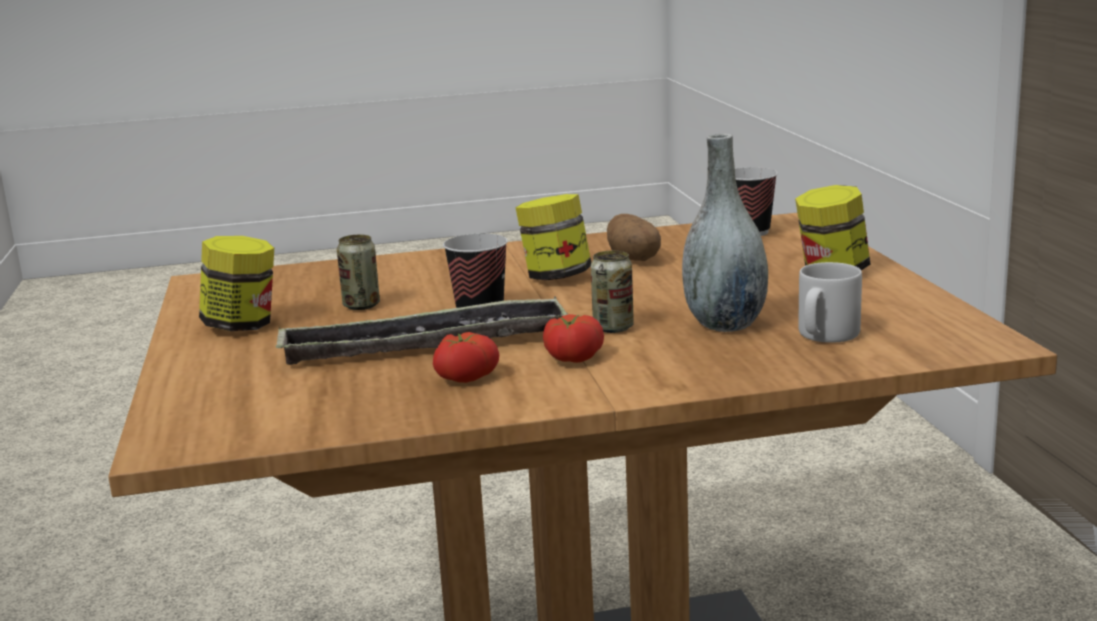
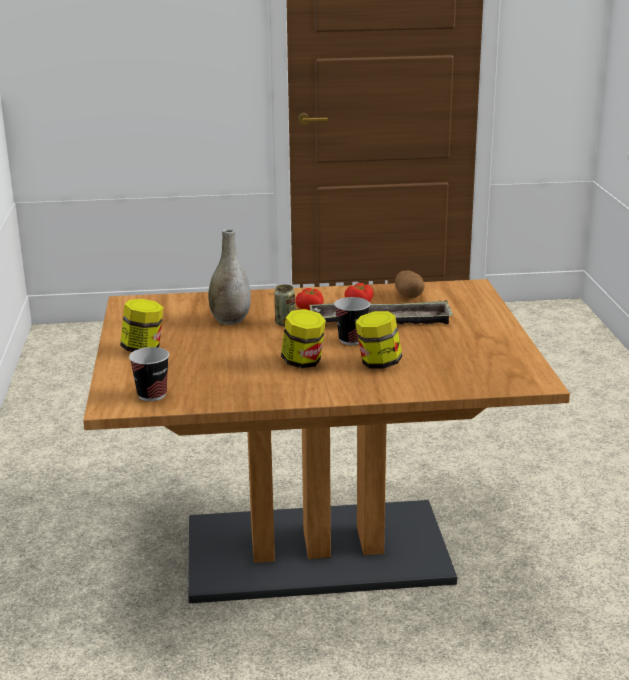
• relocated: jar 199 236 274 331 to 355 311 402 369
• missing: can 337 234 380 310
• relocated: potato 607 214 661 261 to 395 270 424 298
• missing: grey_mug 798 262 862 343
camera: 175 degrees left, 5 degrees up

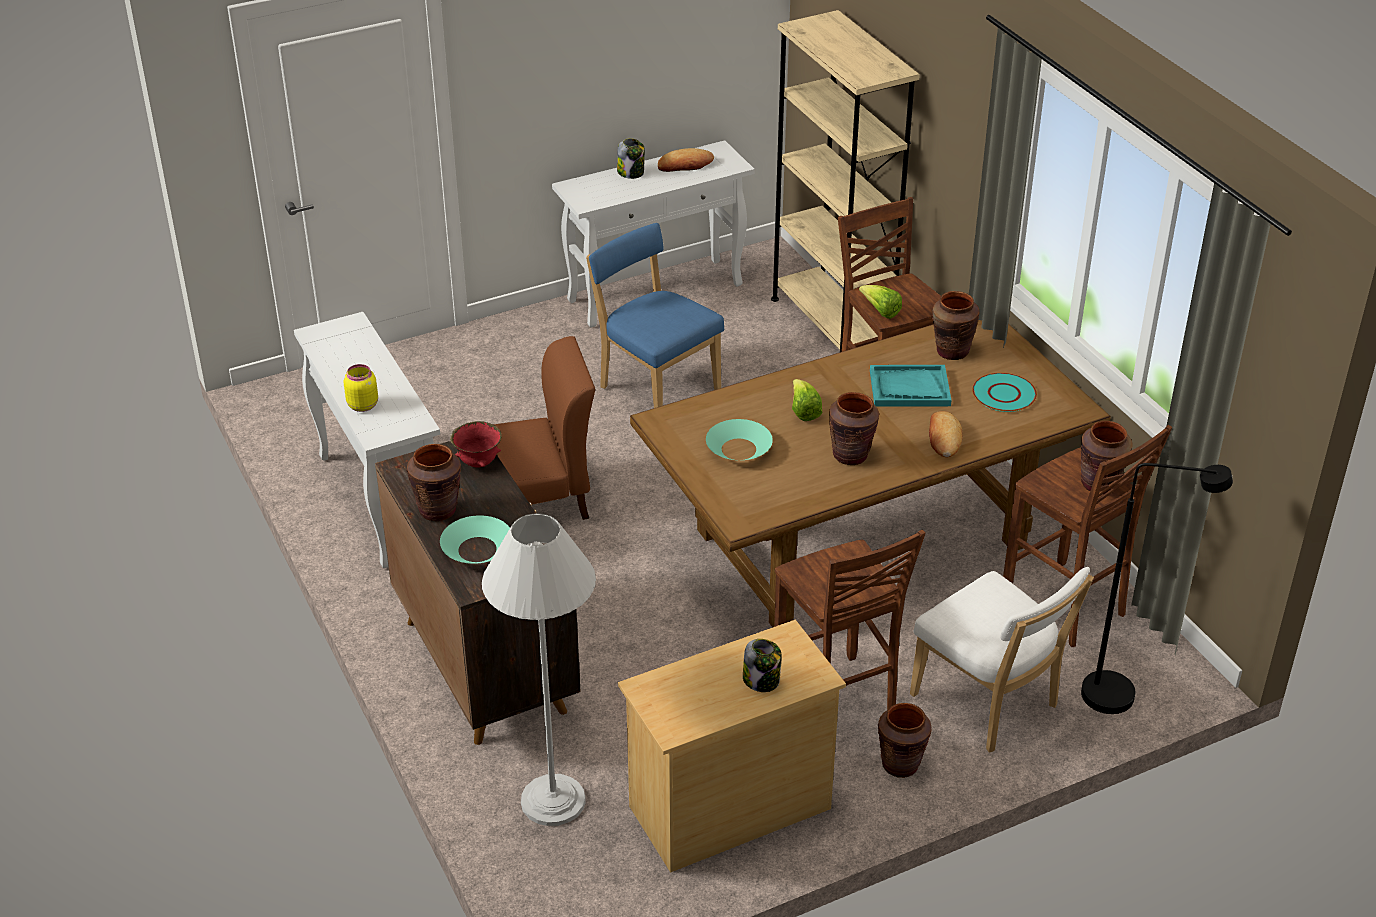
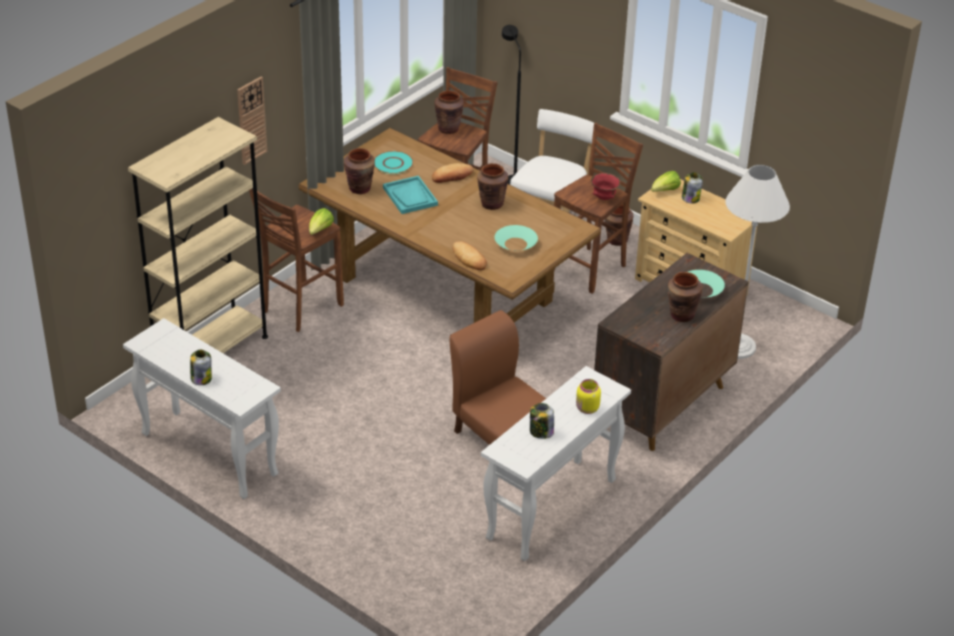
• relocated: red_bowl 450 421 502 468 to 591 173 620 200
• missing: blue_chair 586 223 724 408
• relocated: bread 658 148 714 172 to 452 241 487 270
• relocated: lettuce 792 379 823 421 to 651 171 681 192
• appeared: wall_clock 237 77 267 165
• appeared: jar 530 403 554 439
camera: 115 degrees left, 0 degrees up

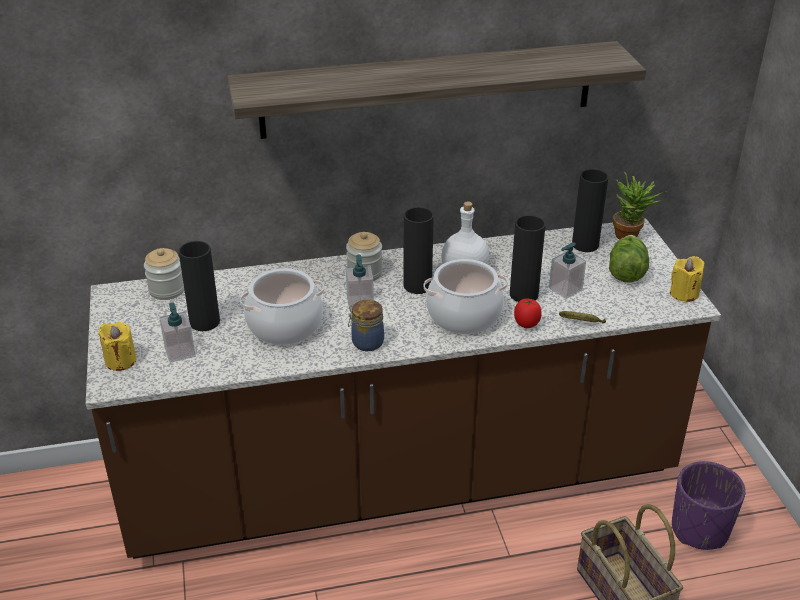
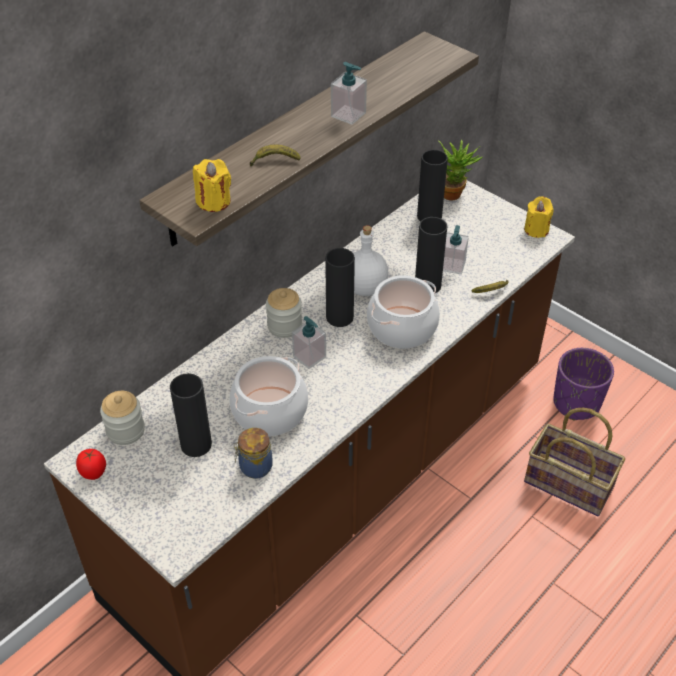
• relocated: yellow_candle 98 322 137 371 to 193 159 231 212
• relocated: soap_dispenser 160 302 196 363 to 331 62 367 125
• relocated: jar 348 300 384 351 to 234 428 272 478
• relocated: tomato 514 298 541 328 to 76 449 106 480
• missing: lettuce 609 235 649 283
• appeared: banana 250 144 301 166
camera: 35 degrees left, 10 degrees up

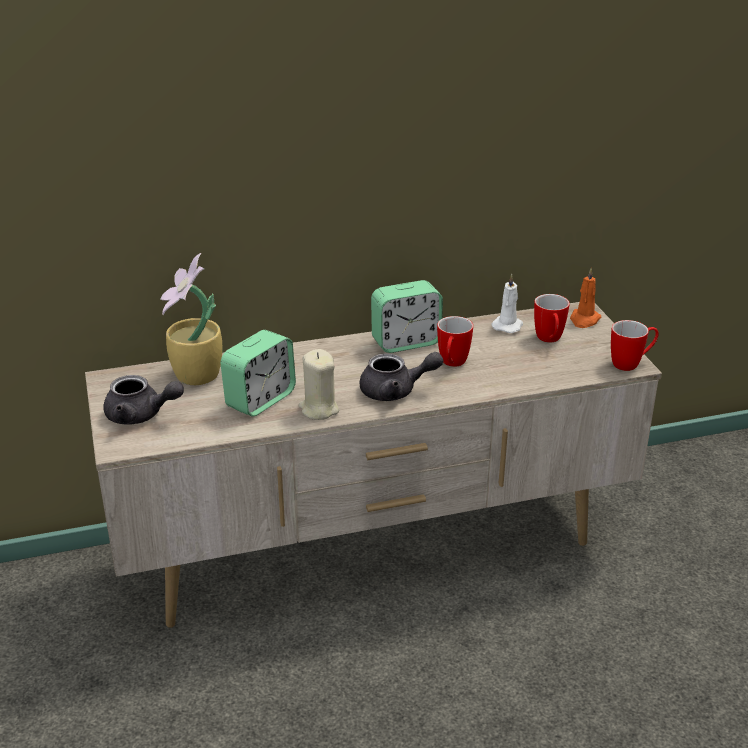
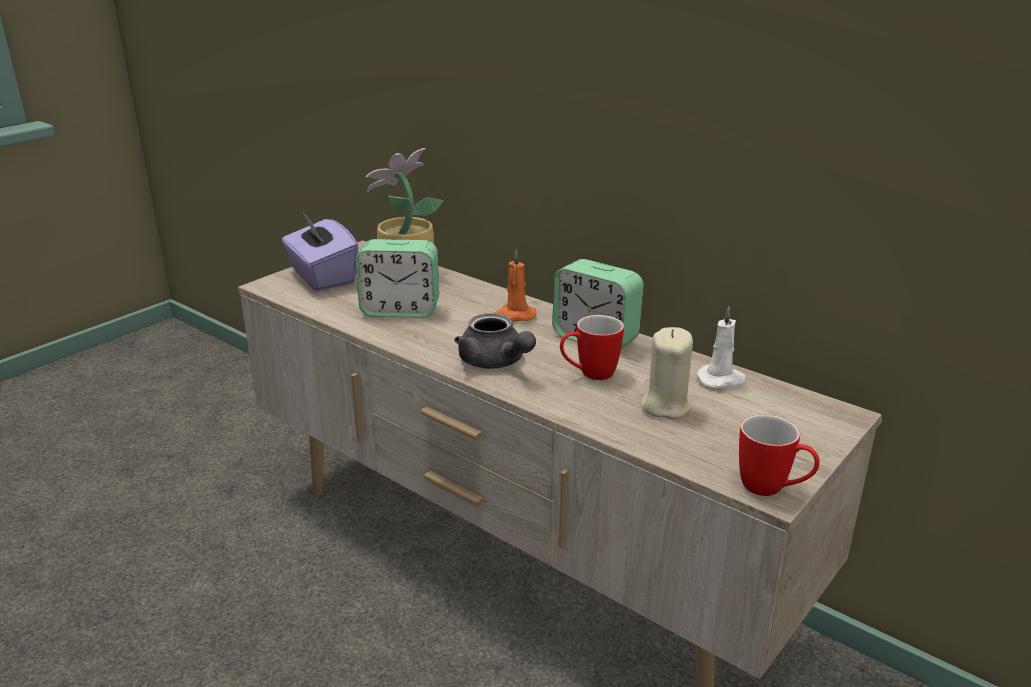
• exchanged: grey_teapot 103 375 184 425 to purple_tissue_box 282 214 359 291
• relocated: beige_candle 298 349 339 420 to 641 327 693 419
• missing: mug 534 294 570 342
• relocated: orange_candle 570 268 602 328 to 495 249 536 322
camera: 55 degrees right, 5 degrees down

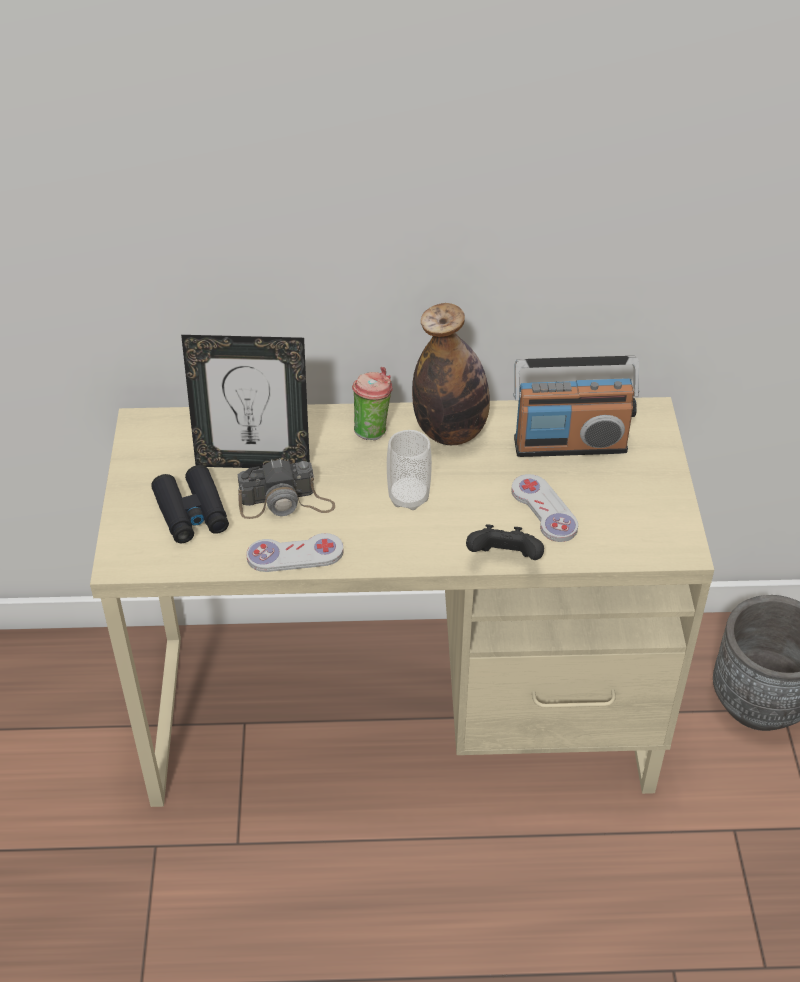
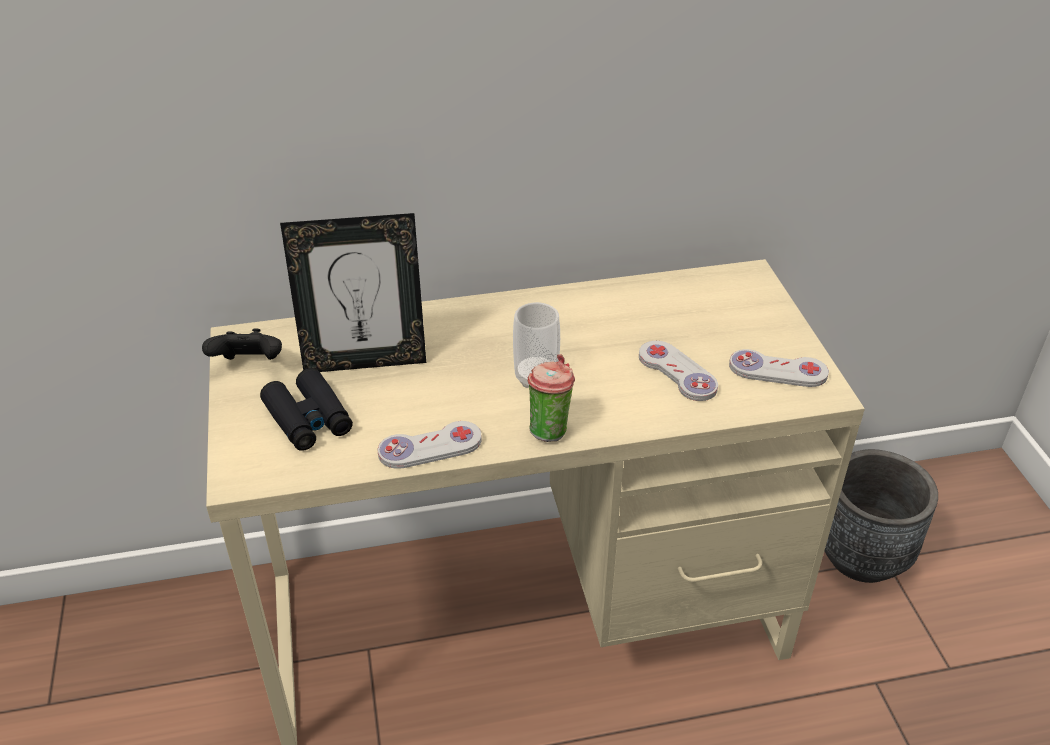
• missing: photo_camera 238 458 335 519
• relocated: cup 352 367 393 440 to 527 354 575 442
• missing: bottle 412 303 490 445
• relocated: black_game_controller 466 524 544 560 to 202 328 282 360
• missing: radio 514 356 639 457
• appeared: white_game_controller 729 349 829 387
camera: 10 degrees left, 5 degrees down

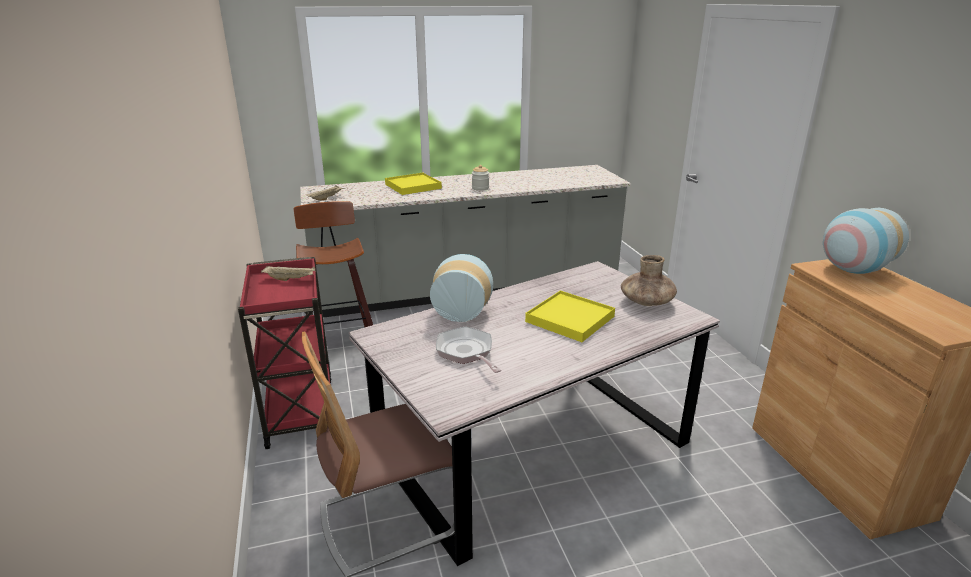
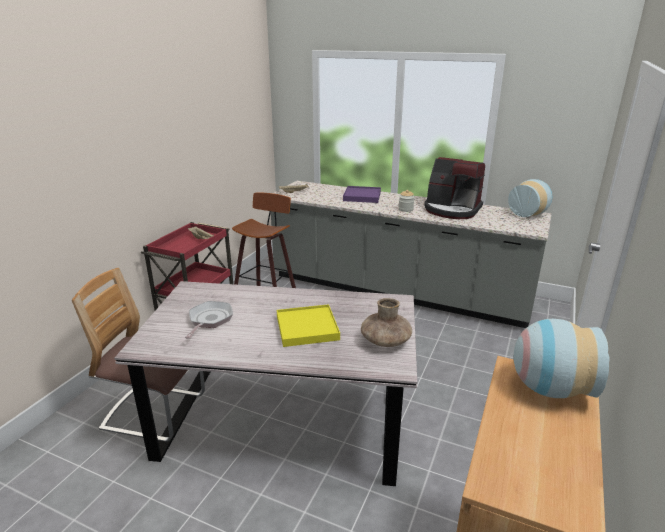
• colour: yellow_tray 385 173 442 195 to purple_tray 343 186 381 203
• relocated: vase 430 254 493 322 to 508 179 552 217
• appeared: coffee_machine 424 157 485 219
camera: 40 degrees right, 0 degrees up

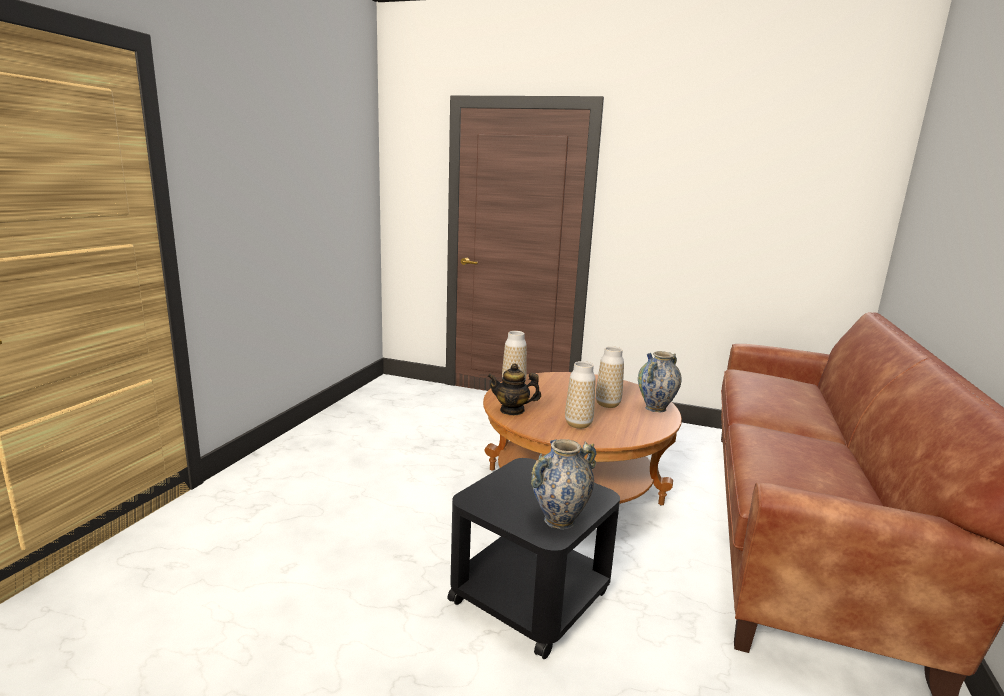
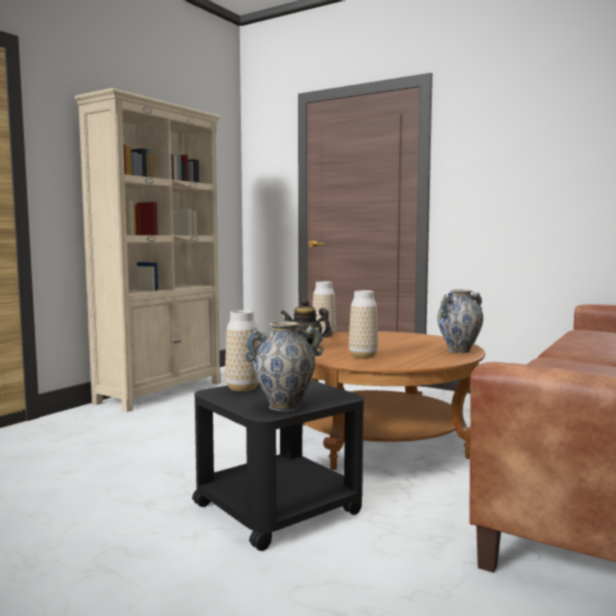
• relocated: vase 596 346 624 408 to 225 310 259 392
• appeared: beige_bookcase 74 88 221 412
camera: 15 degrees right, 10 degrees down

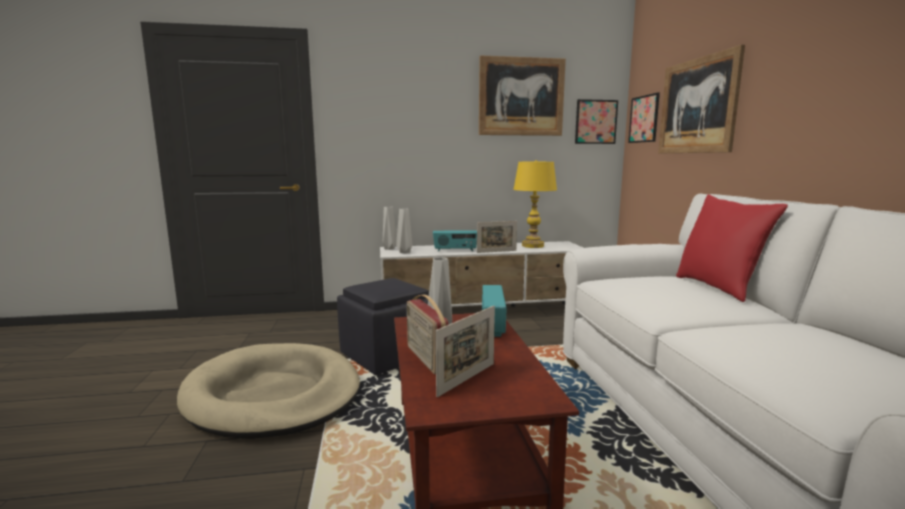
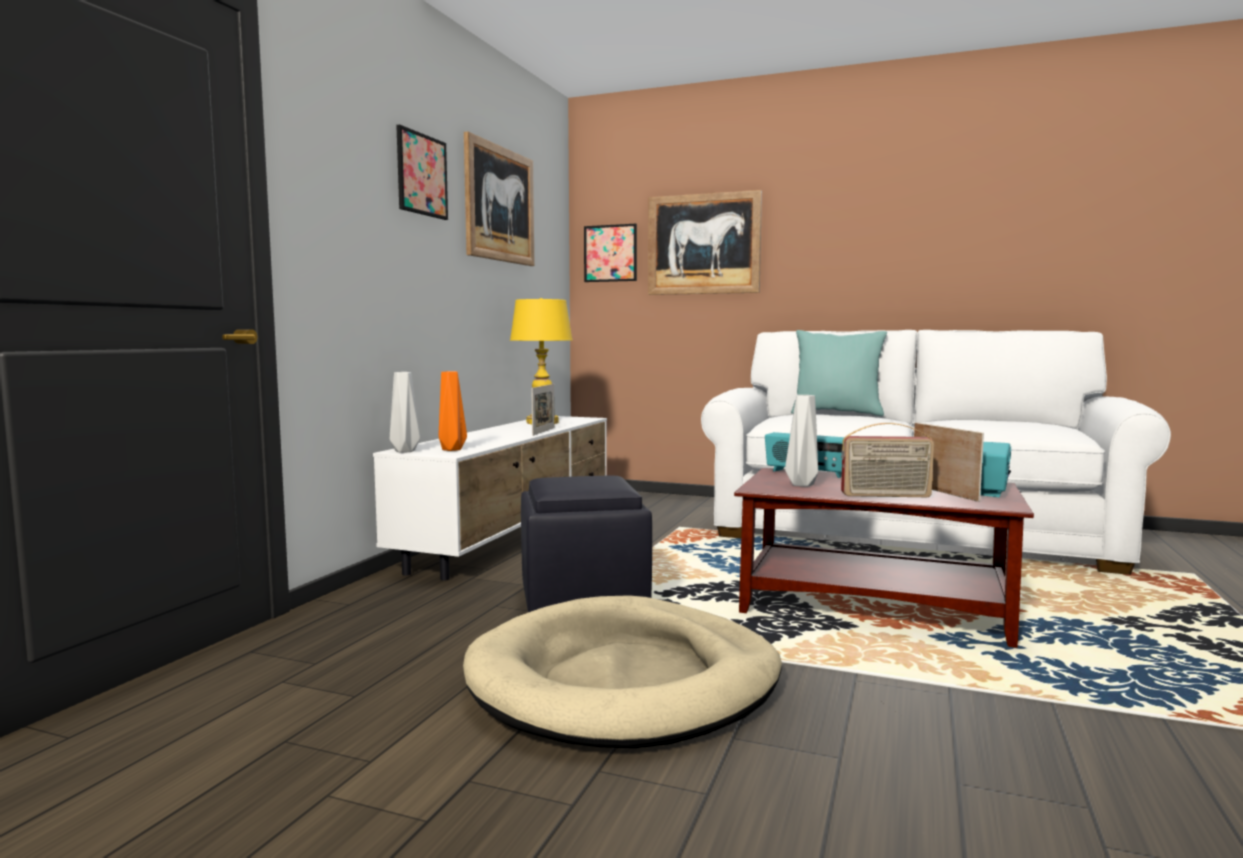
• colour: grey_vase 396 208 412 253 to orange_vase 439 371 467 451
• relocated: radio 433 230 477 252 to 981 442 1011 497
• relocated: picture 575 99 618 144 to 396 124 448 220
• colour: red_pillow 676 194 788 302 to turquoise_pillow 791 330 887 416
camera: 60 degrees left, 5 degrees down

